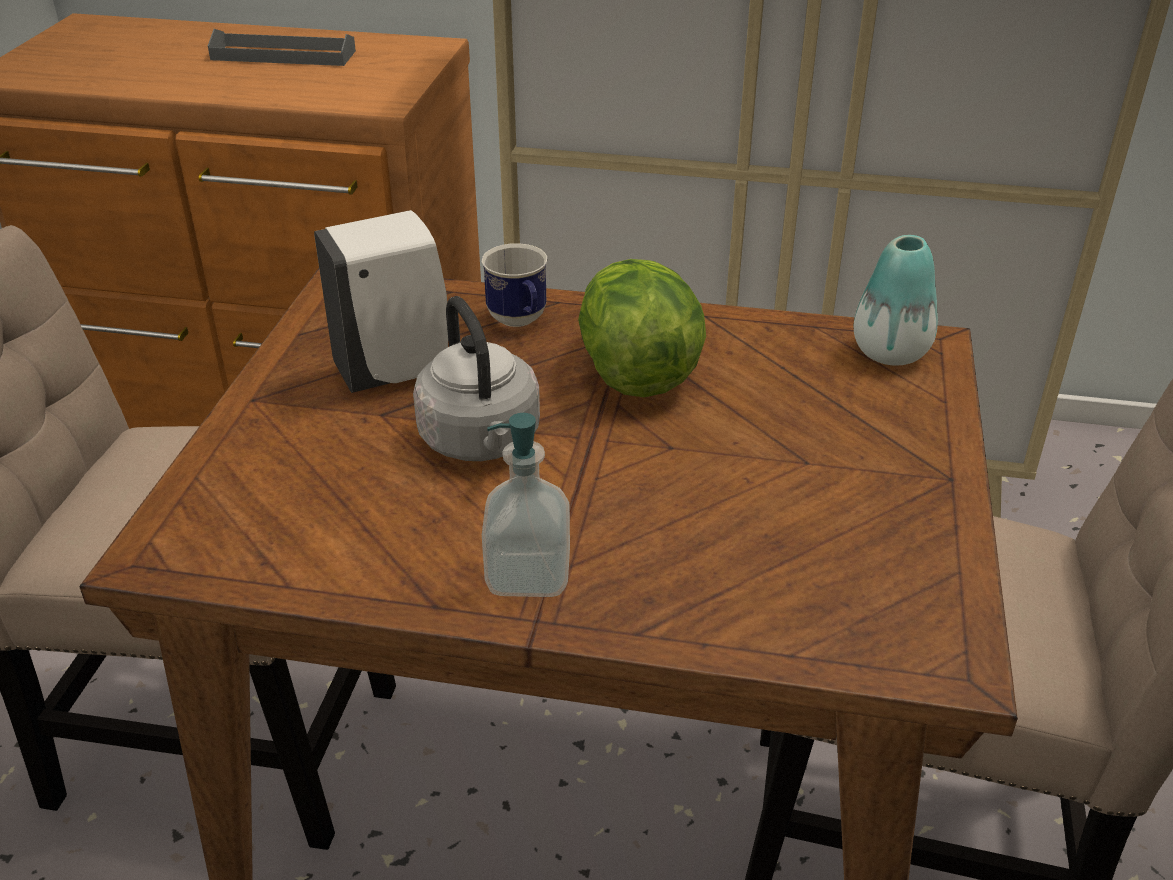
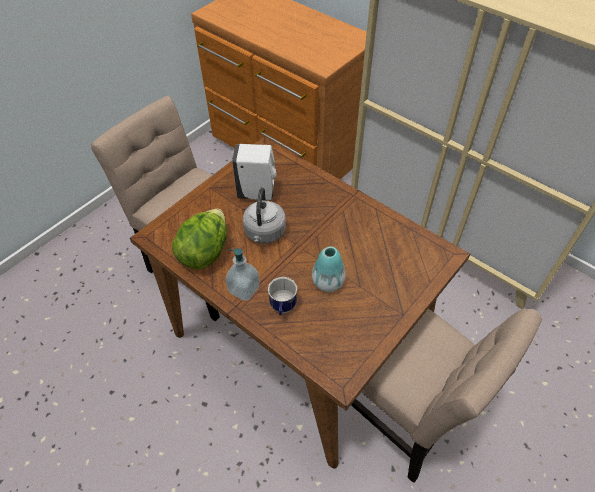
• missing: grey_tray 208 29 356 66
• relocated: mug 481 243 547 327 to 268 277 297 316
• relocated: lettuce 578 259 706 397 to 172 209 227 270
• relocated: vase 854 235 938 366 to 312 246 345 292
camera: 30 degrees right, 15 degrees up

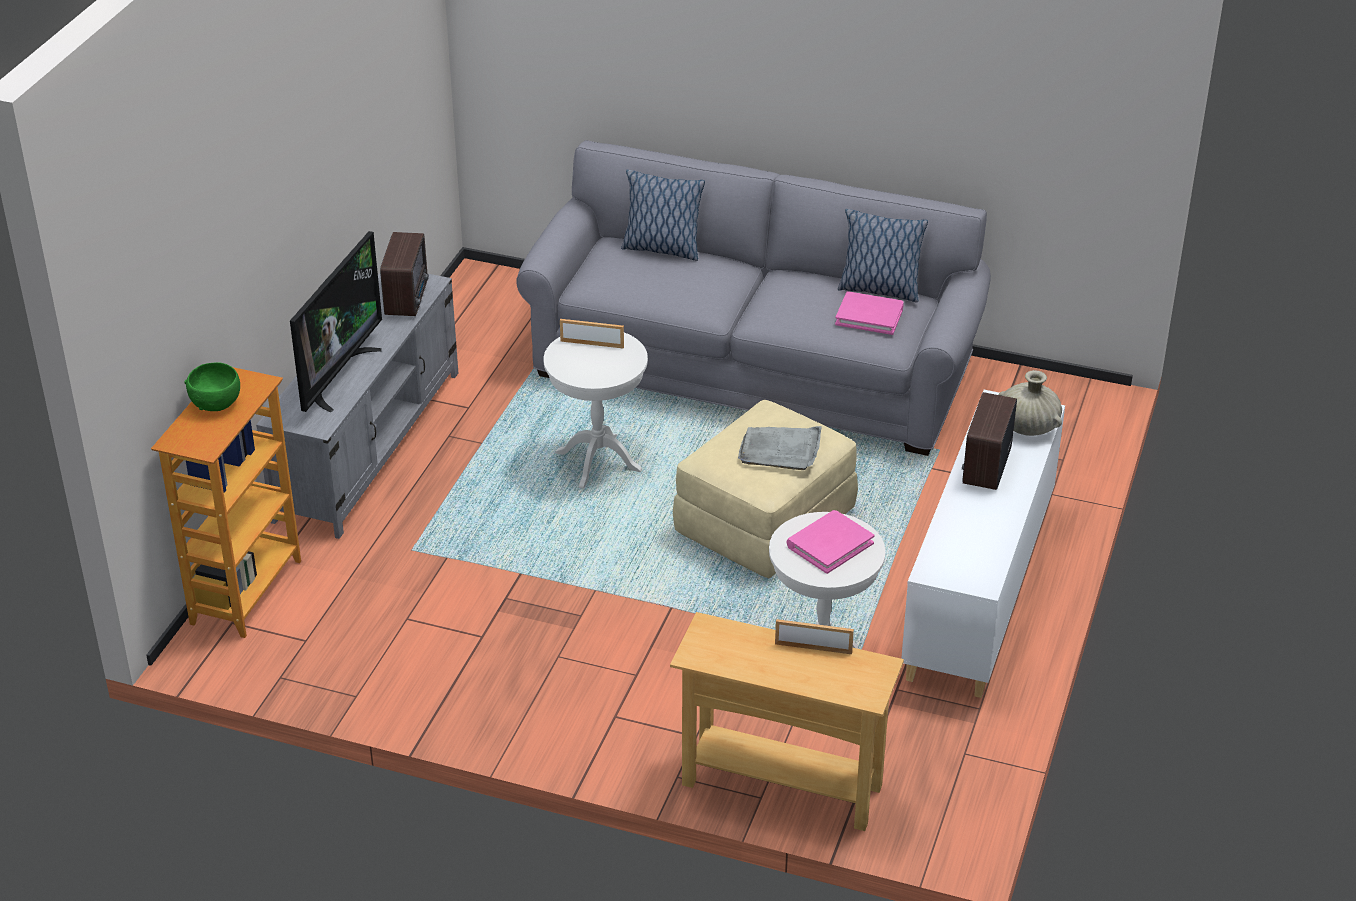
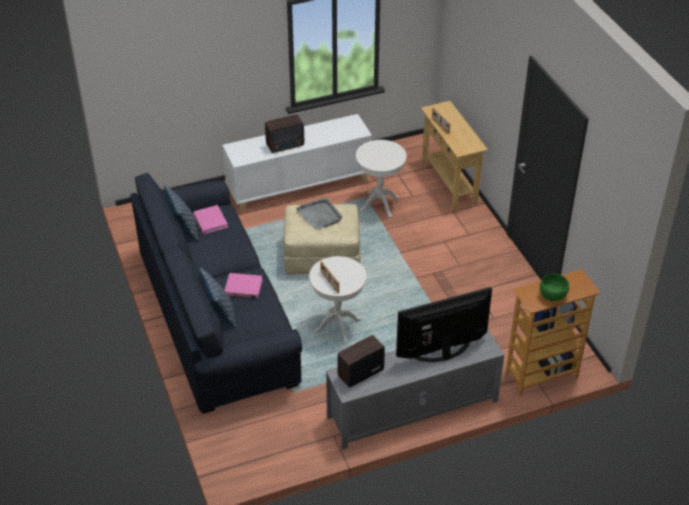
• colour: grey_sofa 516 140 991 456 to blue_sofa 131 173 302 414
• relocated: pink_book 787 510 874 574 to 225 273 262 299
• missing: beige_vase 999 370 1062 436
camera: 130 degrees left, 5 degrees up

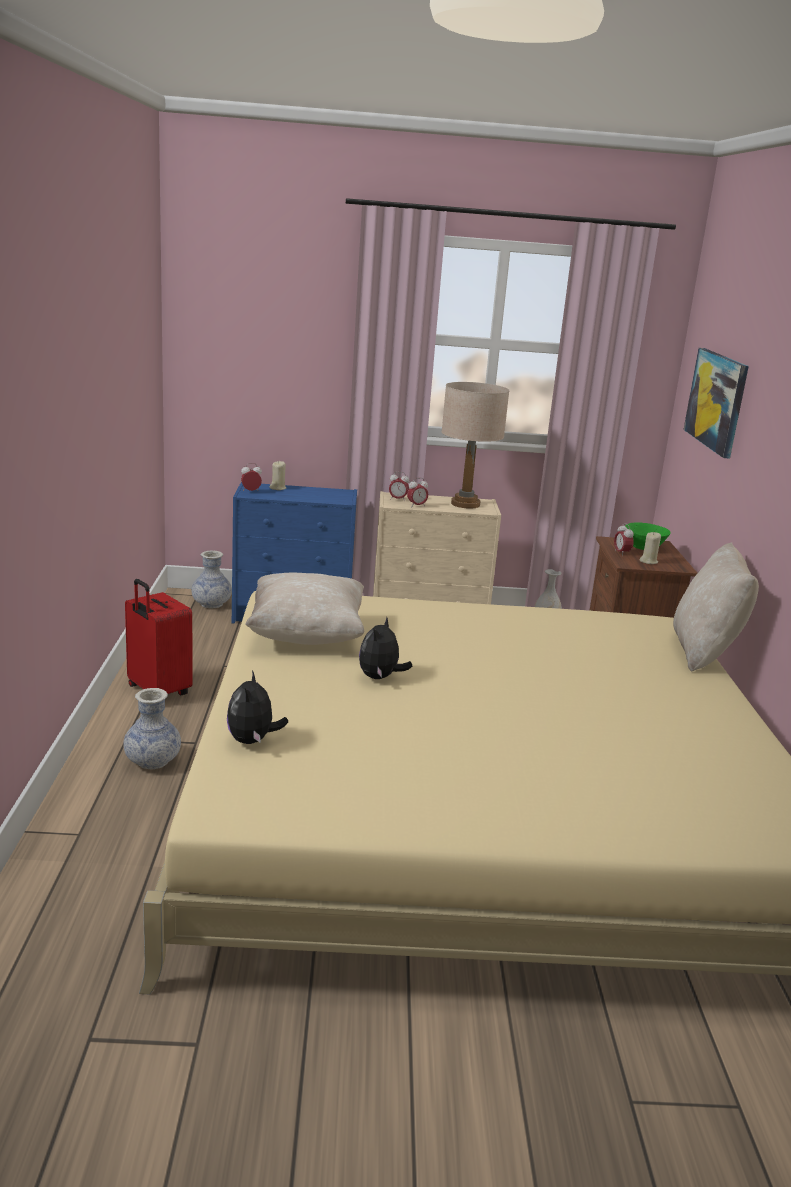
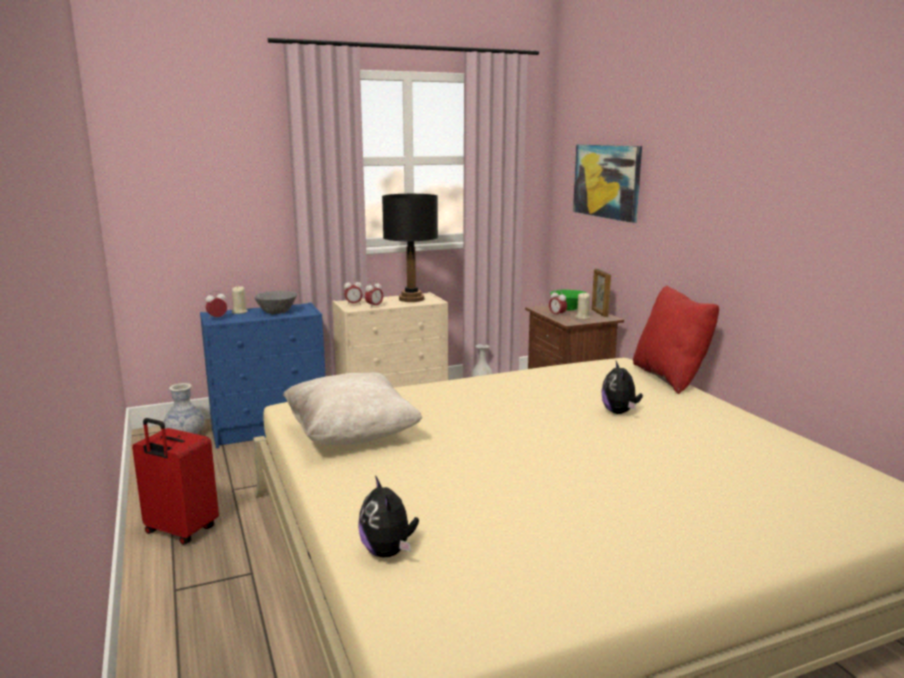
• missing: vase 123 688 181 769
• relocated: plush_toy 359 617 412 679 to 601 361 643 414
• colour: beige_table_lamp 442 382 510 509 to black_table_lamp 382 194 438 302
• colour: beige_pillow 673 542 759 672 to red_pillow 633 285 719 394
• appeared: grey_bowl 254 291 297 314
• appeared: picture_frame 592 269 611 317
camera: 20 degrees left, 5 degrees down

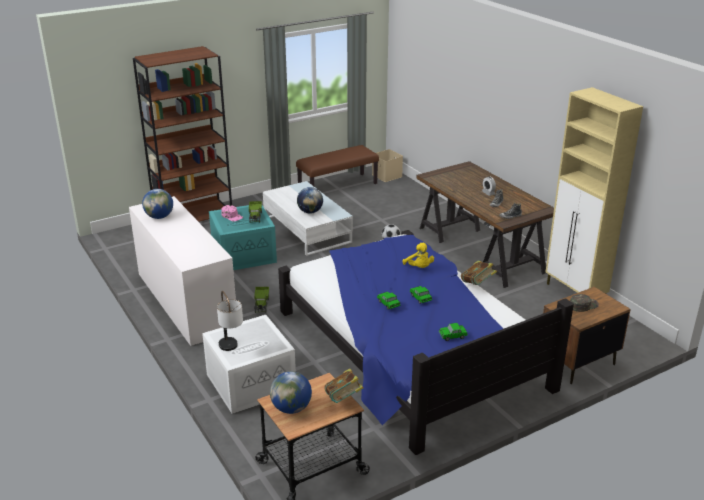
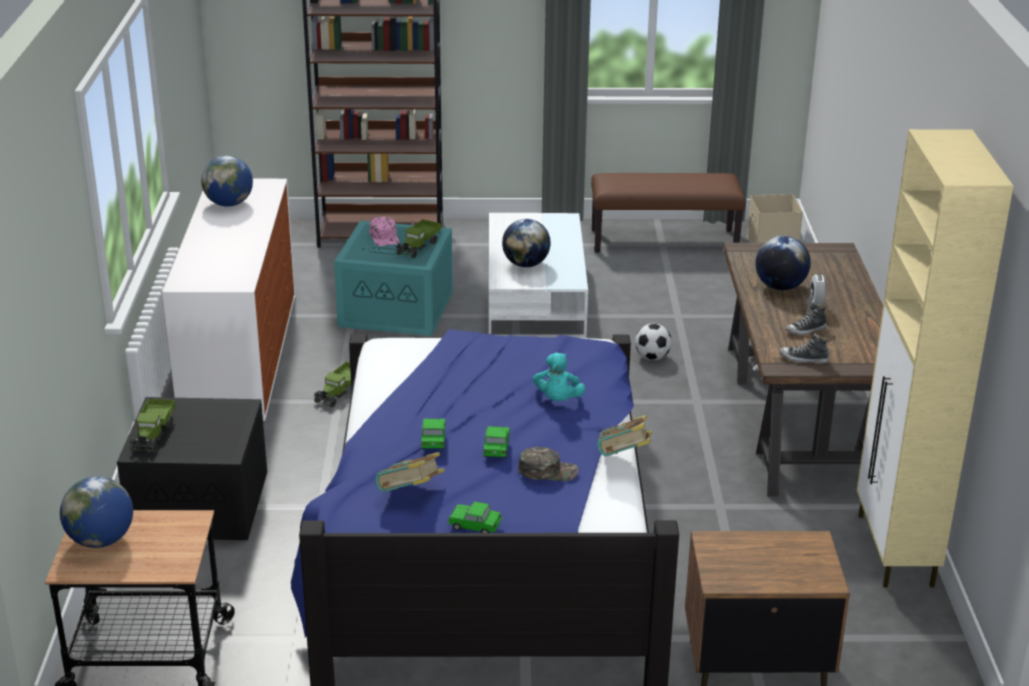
• colour: white_storage_box 202 315 296 414 to black_storage_box 117 397 267 540
• exchanged: table_lamp 217 291 243 351 to toy_truck 130 399 176 453
• relocated: book 325 368 363 403 to 375 452 445 492
• colour: yellow_plush_toy 403 243 434 268 to turquoise_plush_toy 533 353 586 401
• relocated: green_cap 570 294 599 312 to 518 447 578 481
• appeared: globe 755 236 811 290
camera: 30 degrees right, 0 degrees up

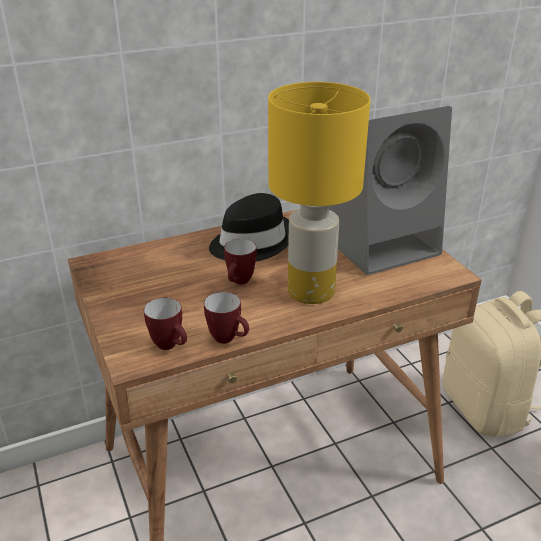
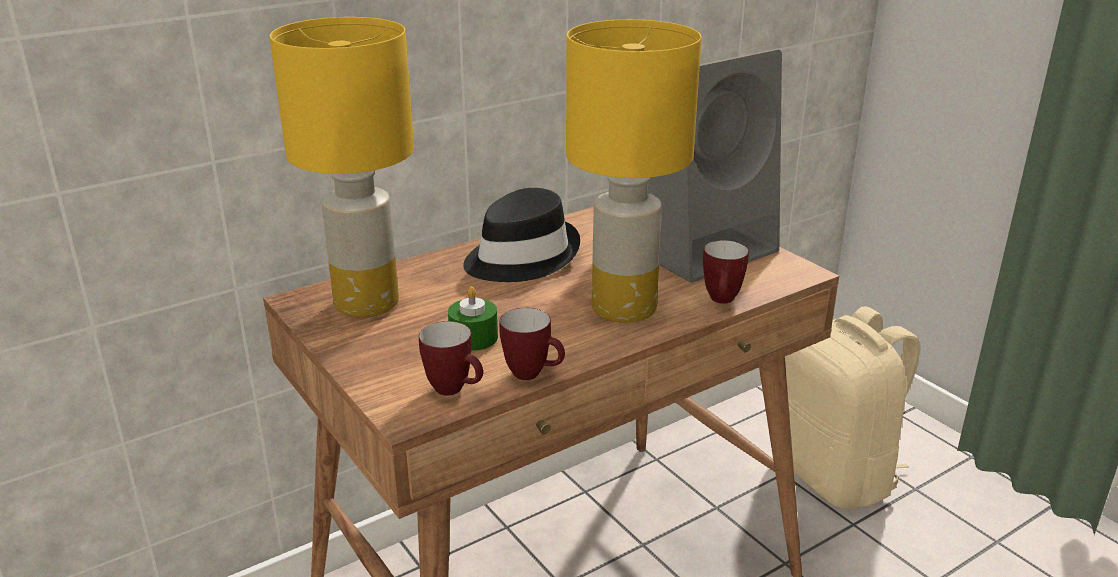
• relocated: mug 224 239 257 284 to 703 240 749 304
• appeared: yellow_table_lamp 269 17 414 317
• appeared: green_candle 448 286 498 351
camera: 10 degrees left, 5 degrees down

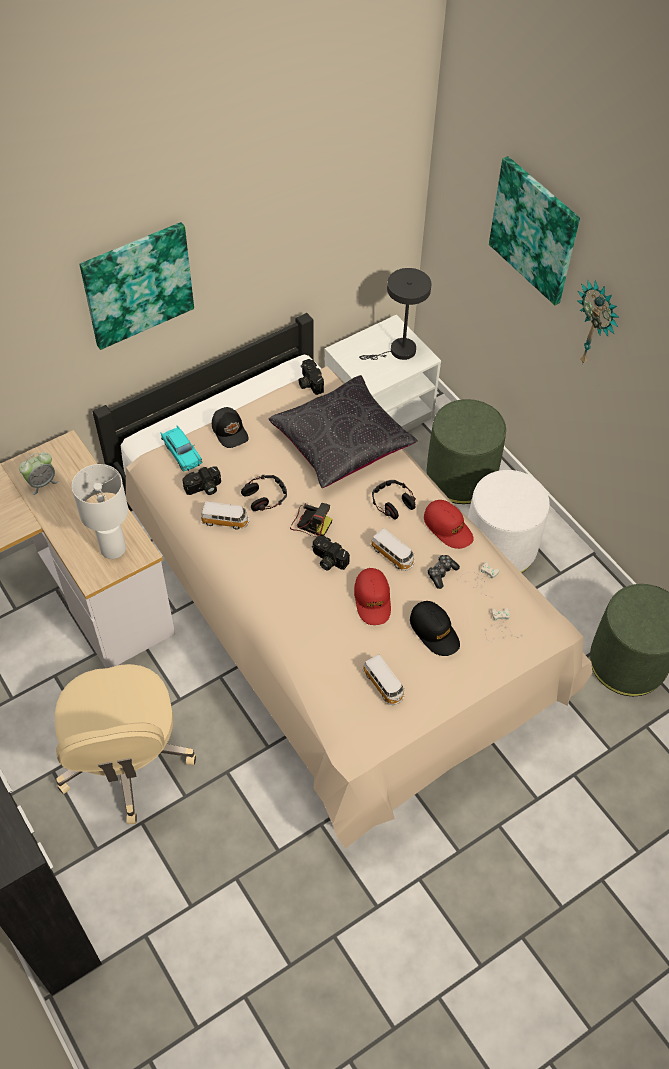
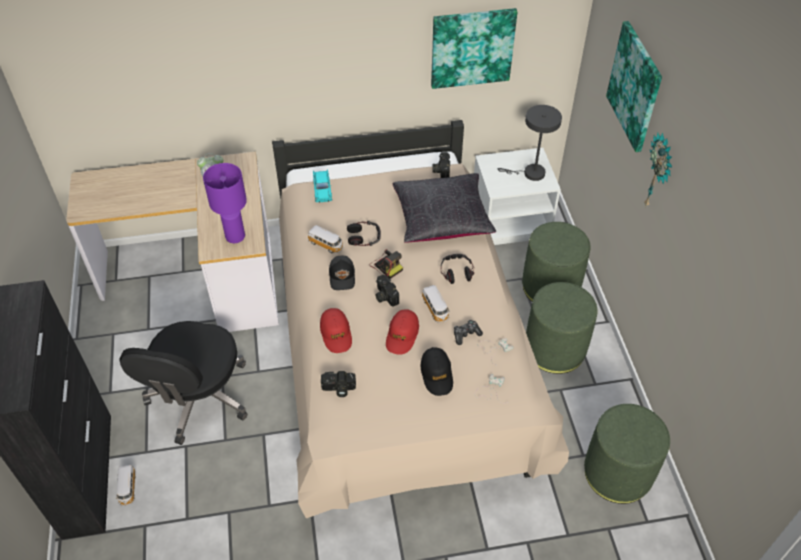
• colour: beige_office_chair 55 664 196 824 to black_office_chair 120 321 247 445
• colour: white_table_lamp 72 464 128 559 to purple_table_lamp 203 163 247 243
• relocated: picture 80 222 194 350 to 431 8 517 89
• relocated: photo_camera 182 466 221 495 to 321 371 356 397
• relocated: black_cap 212 407 249 448 to 329 256 355 290
• relocated: toy_car 363 654 404 705 to 117 465 136 506
• relocated: red_cap 424 500 474 549 to 320 308 352 353
• colour: white_ottoman 468 470 549 573 to green_ottoman 526 282 598 374
camera: 25 degrees right, 5 degrees down

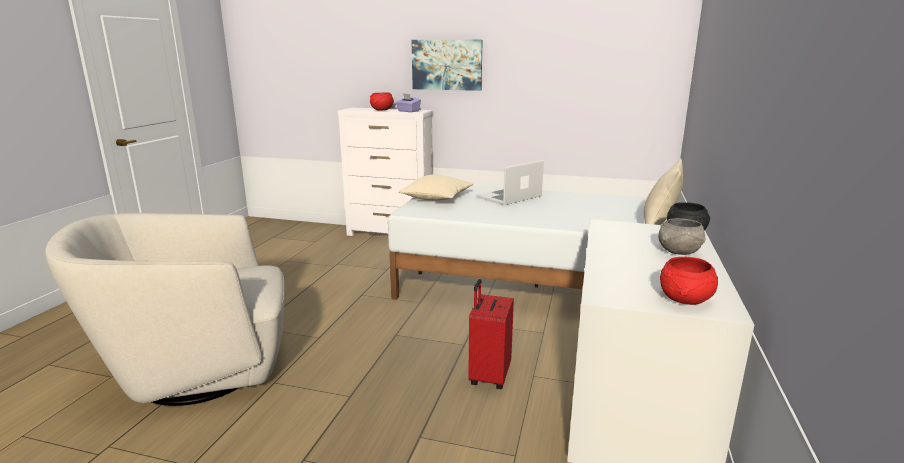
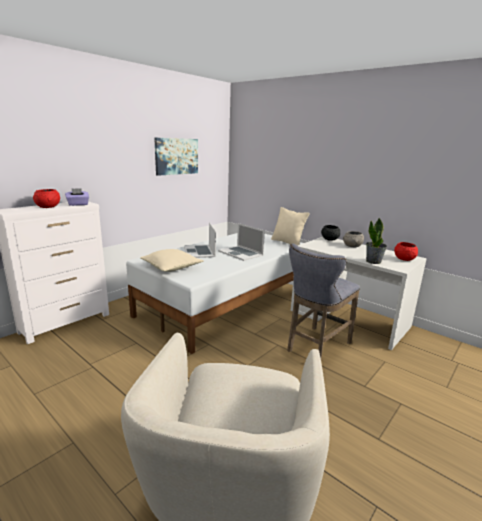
• relocated: picture 411 40 482 91 to 154 138 198 176
• exchanged: red_suitcase 468 279 514 389 to grey_stool 287 244 360 358
• appeared: laptop 218 223 265 261
• appeared: potted_plant 366 217 387 264
camera: 65 degrees left, 0 degrees up

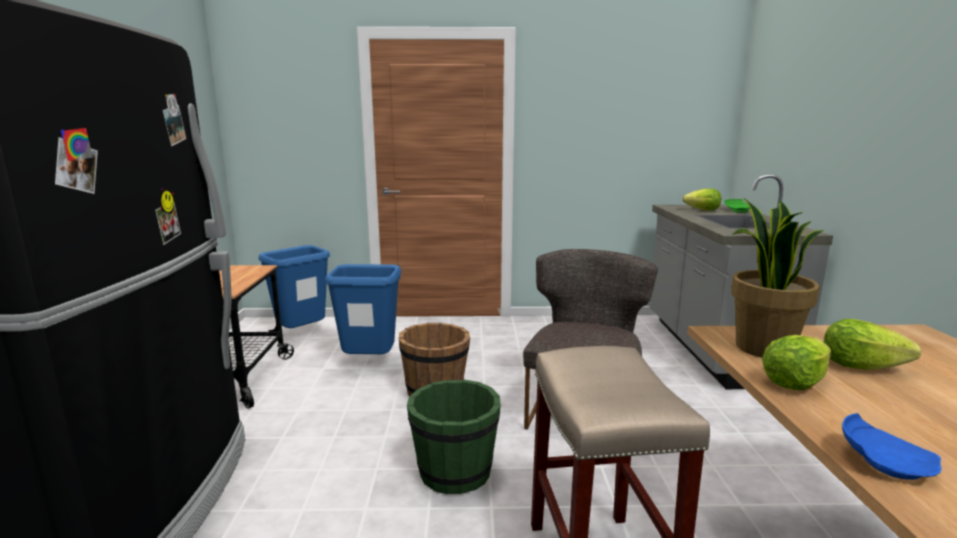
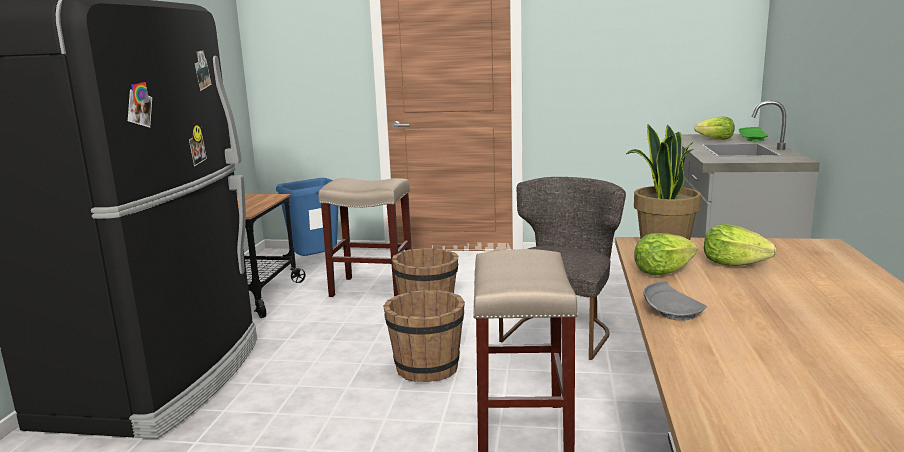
• exchanged: blue_trash_can 325 264 401 354 to beige_stool 318 178 412 297
• colour: green_bucket 407 380 501 494 to brown_bucket 383 290 465 382
• colour: blue_plate 842 413 942 480 to grey_plate 644 281 707 321
camera: 10 degrees right, 0 degrees up

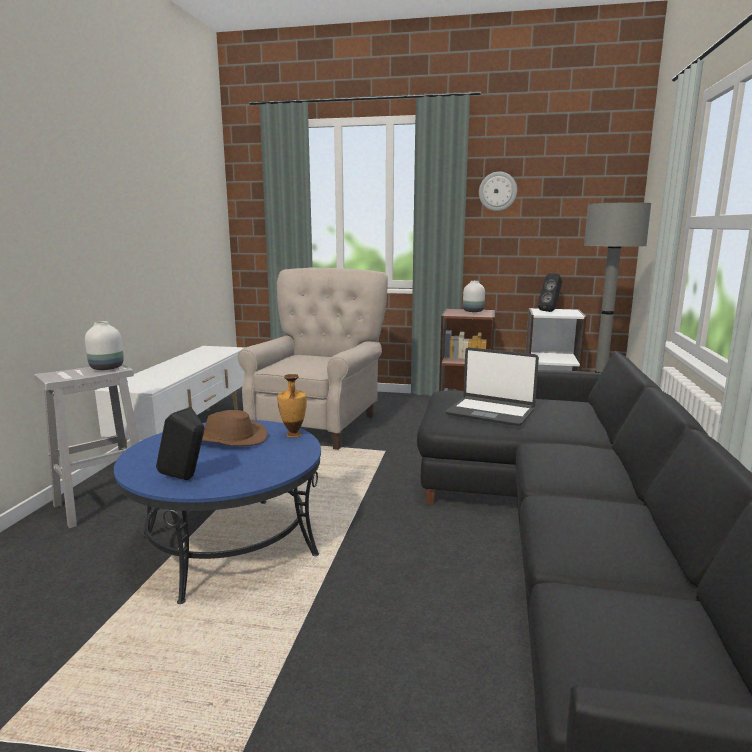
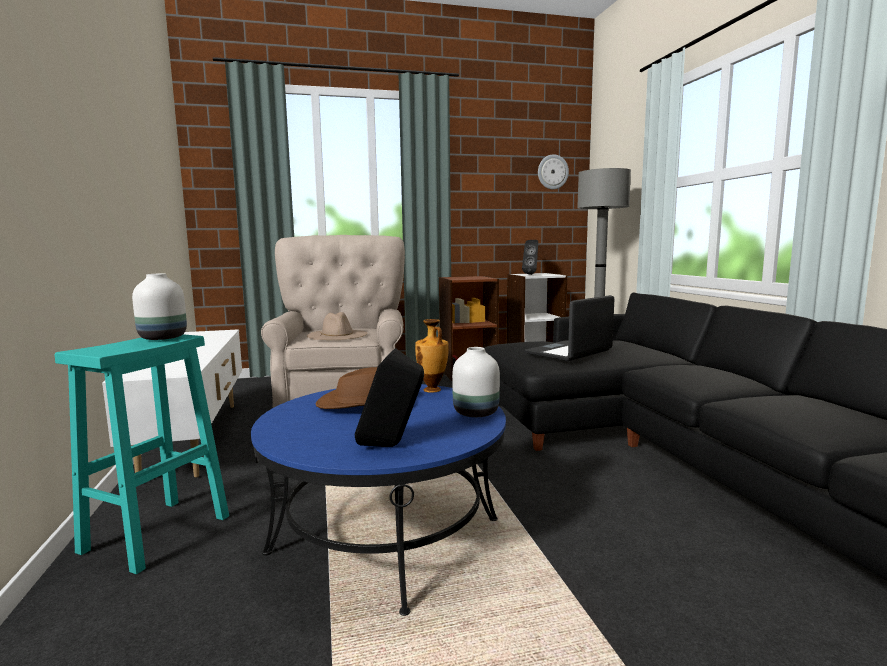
• colour: white_stool 34 364 139 529 to turquoise_stool 55 334 229 575
• spun: laptop 445 347 539 426 = 524 295 614 361 135 degrees clockwise
• relocated: white_vase 463 281 485 312 to 452 347 500 417
• relocated: wall_clock 479 172 517 211 to 538 154 569 189
• appeared: beige_hat 307 312 368 340
camera: 25 degrees left, 5 degrees down

